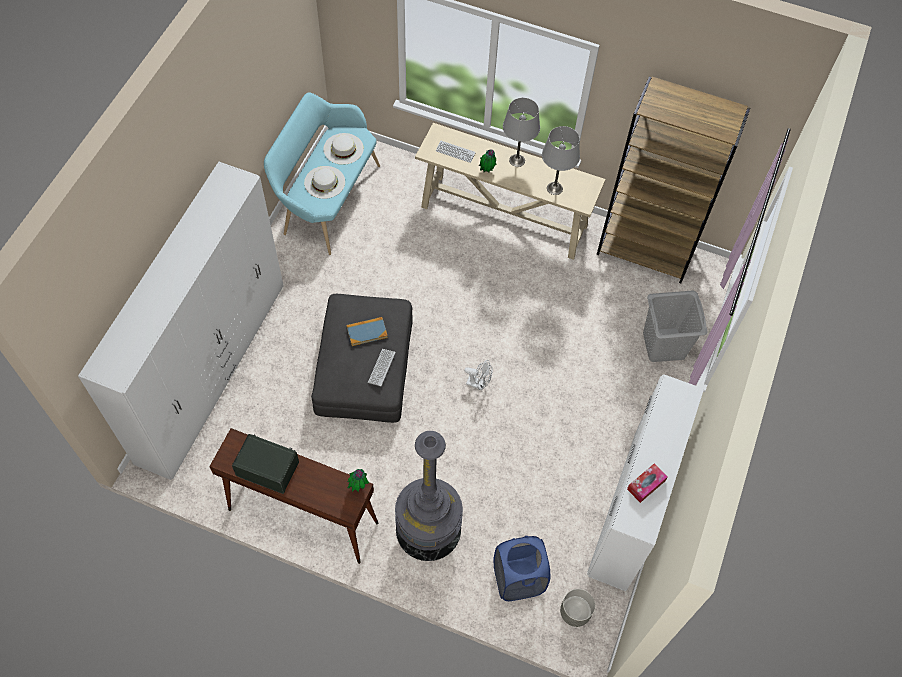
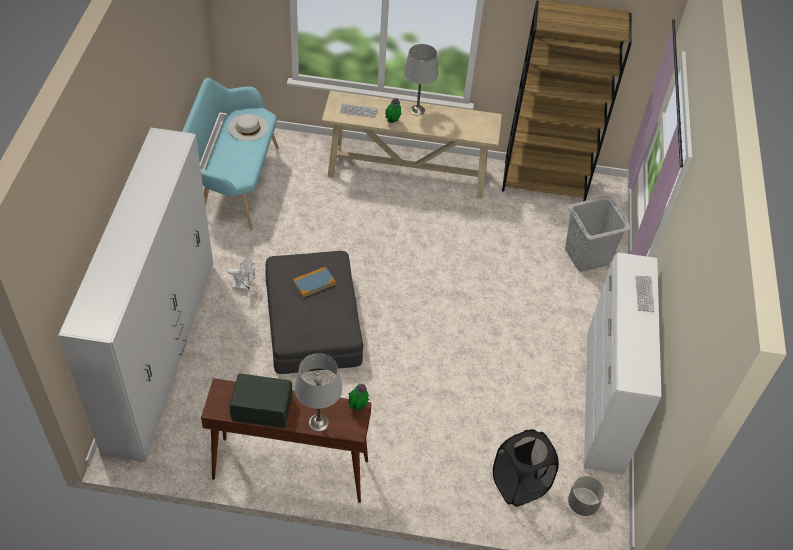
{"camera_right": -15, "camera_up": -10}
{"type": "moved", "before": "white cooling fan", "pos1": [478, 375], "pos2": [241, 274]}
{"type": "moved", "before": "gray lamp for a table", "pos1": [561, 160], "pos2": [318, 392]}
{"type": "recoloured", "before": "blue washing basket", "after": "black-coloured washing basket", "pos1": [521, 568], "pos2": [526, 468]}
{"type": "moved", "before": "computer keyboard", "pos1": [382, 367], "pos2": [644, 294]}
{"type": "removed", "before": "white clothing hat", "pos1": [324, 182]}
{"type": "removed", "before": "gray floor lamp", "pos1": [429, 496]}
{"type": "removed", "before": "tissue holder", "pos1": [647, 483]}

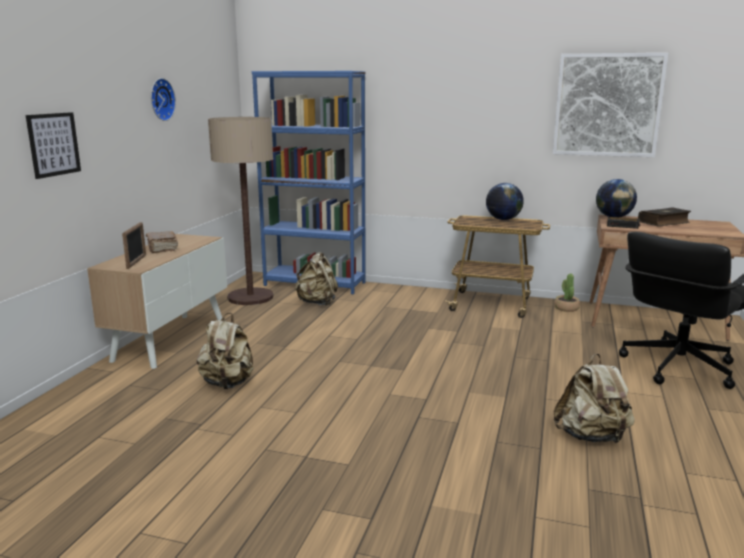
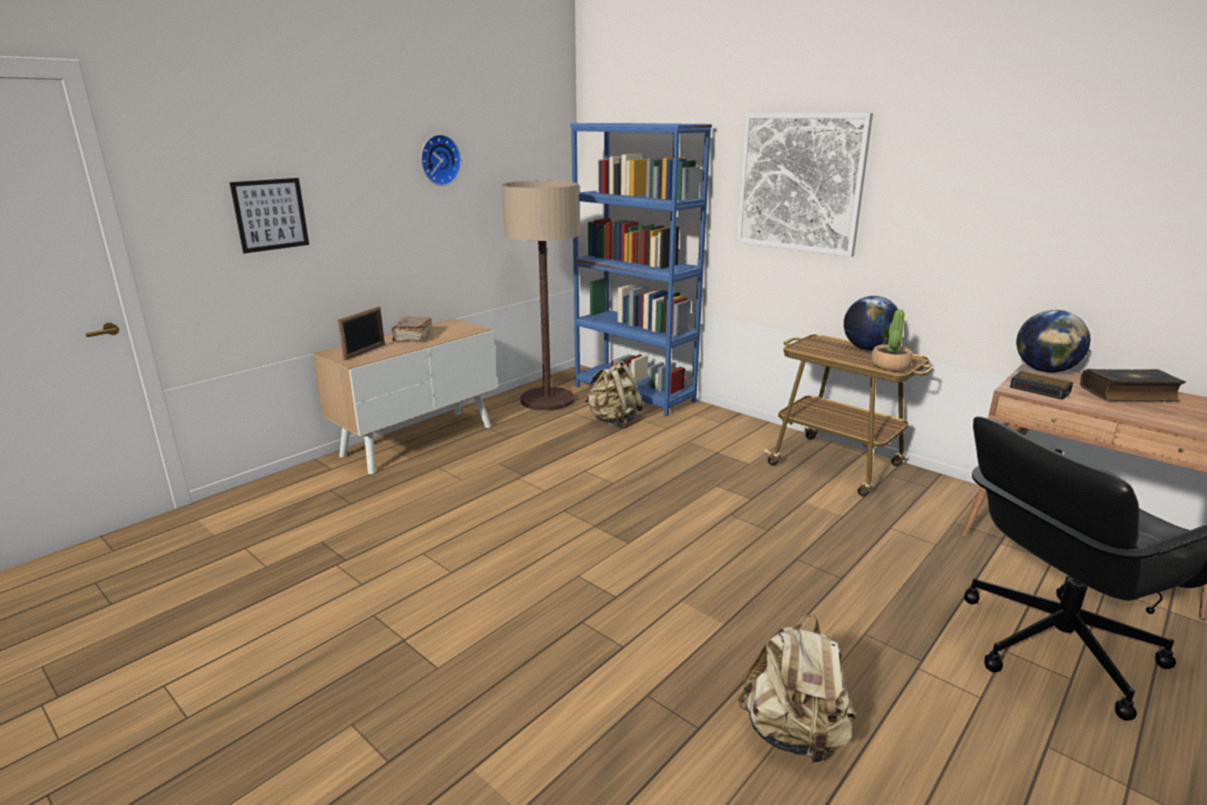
{"camera_right": 25, "camera_up": 5}
{"type": "moved", "before": "picture", "pos1": [610, 105], "pos2": [804, 185]}
{"type": "moved", "before": "houseplant", "pos1": [567, 292], "pos2": [891, 340]}
{"type": "removed", "before": "beige backpack", "pos1": [225, 351]}

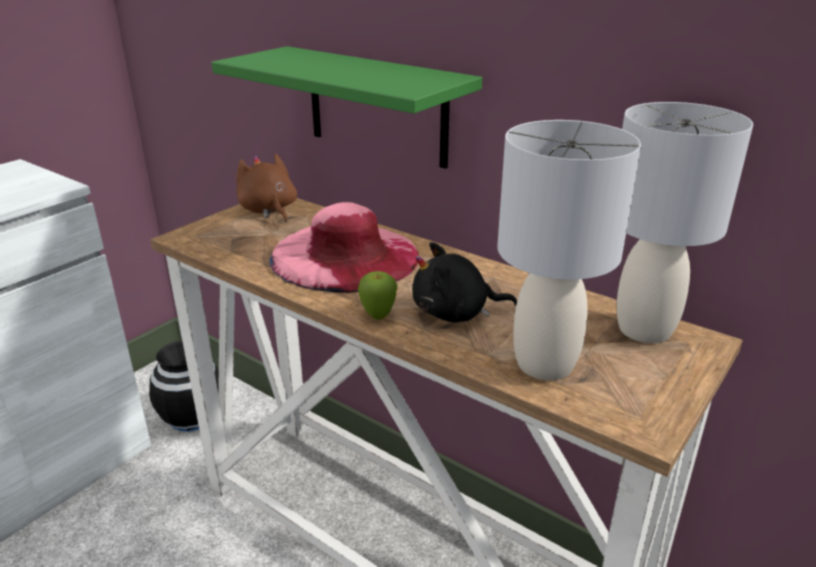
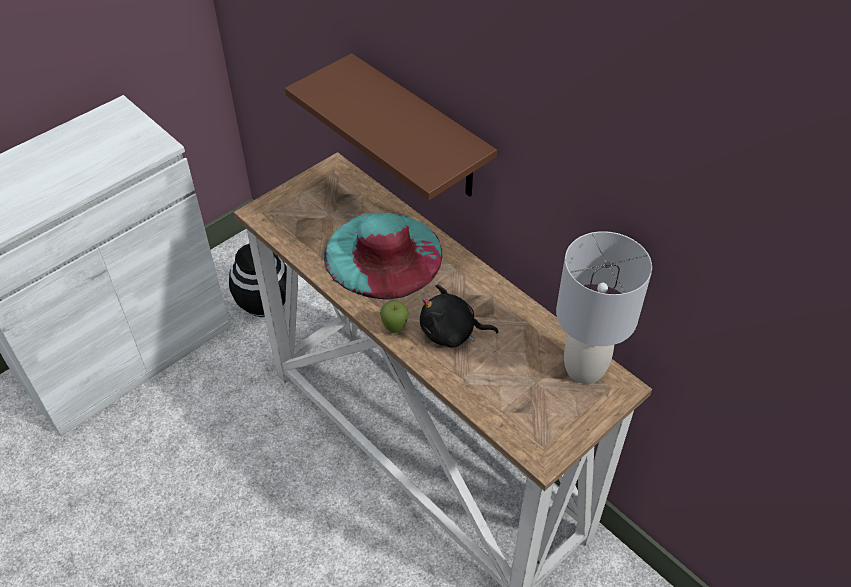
{"camera_right": 10, "camera_up": 20}
{"type": "recoloured", "before": "greenish shelf", "after": "brownish shelf", "pos1": [347, 107], "pos2": [391, 126]}
{"type": "recoloured", "before": "pink clothing hat", "after": "turquoise-coloured clothing hat", "pos1": [344, 247], "pos2": [383, 256]}
{"type": "removed", "before": "brownish plush toy", "pos1": [266, 188]}
{"type": "removed", "before": "gray lamp for a table", "pos1": [569, 250]}

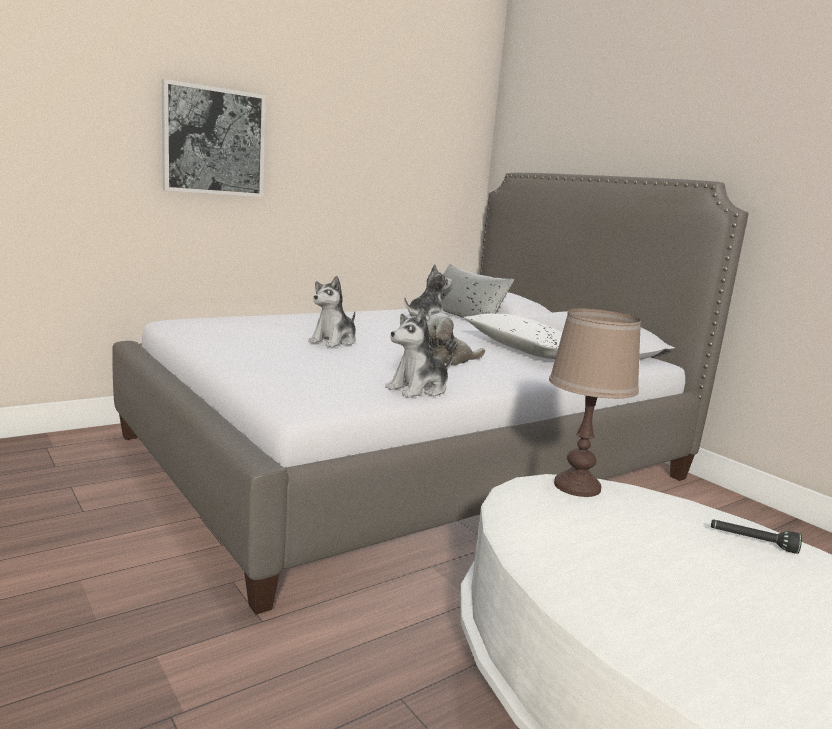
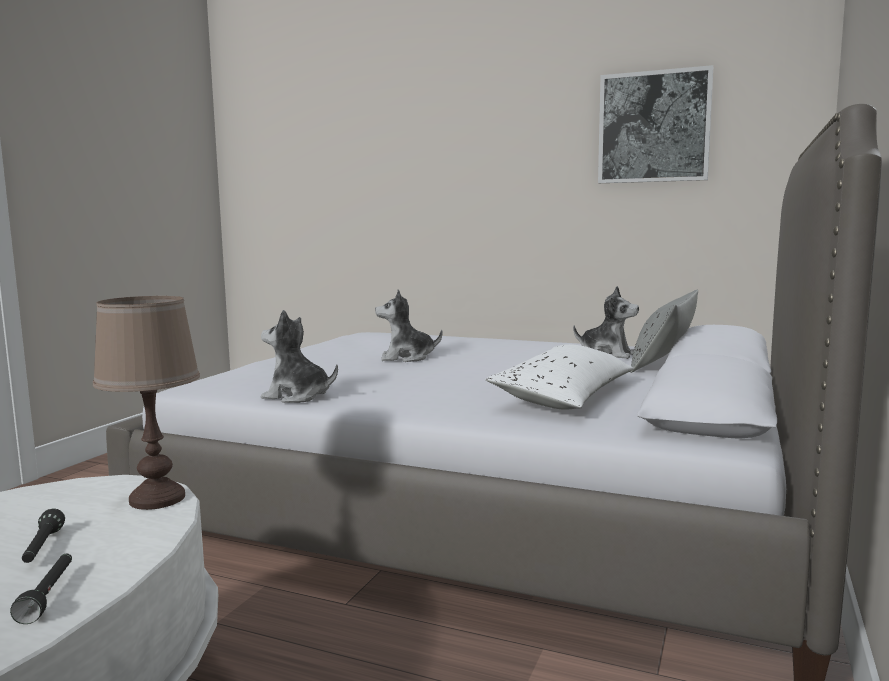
{"camera_right": 60, "camera_up": -5}
{"type": "added", "after": "black-coloured hand torch", "pos2": [43, 536]}
{"type": "moved", "before": "picture", "pos1": [214, 138], "pos2": [655, 124]}
{"type": "removed", "before": "plush toy", "pos1": [456, 339]}

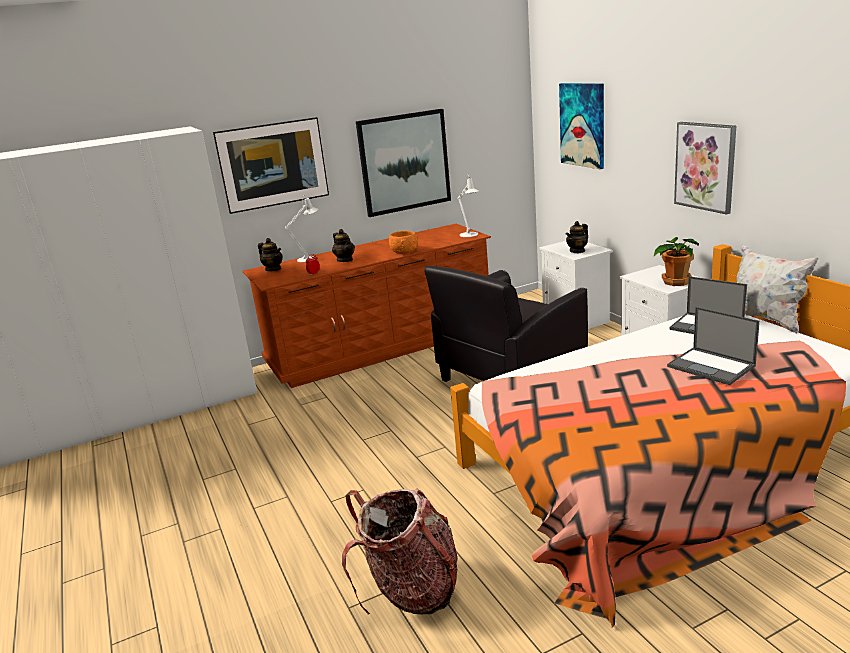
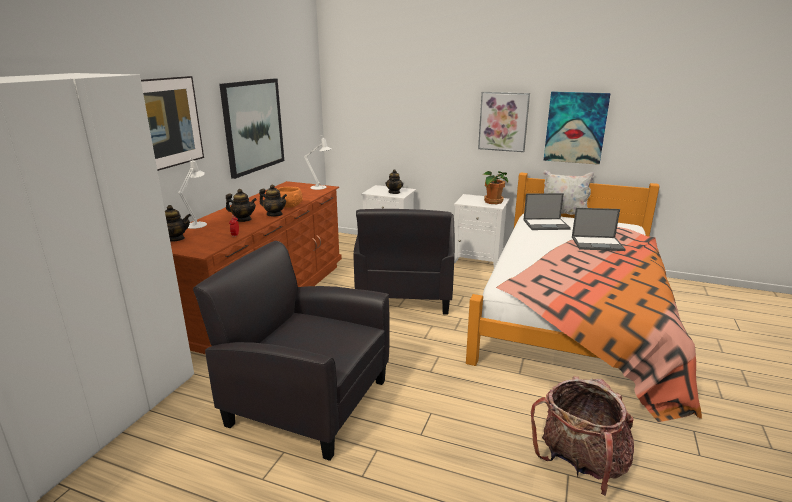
{"camera_right": -45, "camera_up": 0}
{"type": "added", "after": "black-coloured lounge chair", "pos2": [291, 351]}
{"type": "added", "after": "teapot", "pos2": [273, 200]}
{"type": "moved", "before": "picture", "pos1": [581, 126], "pos2": [577, 128]}

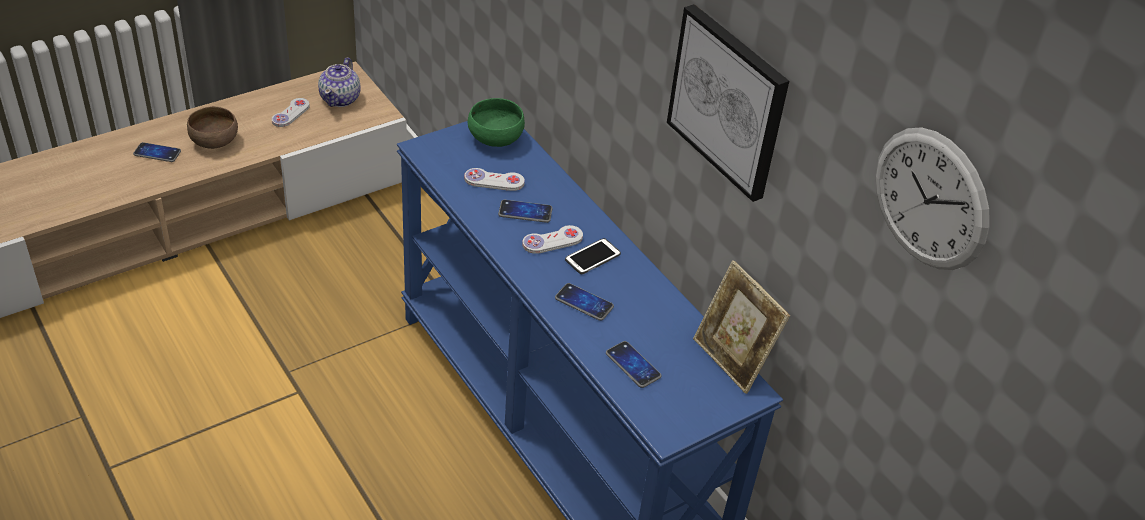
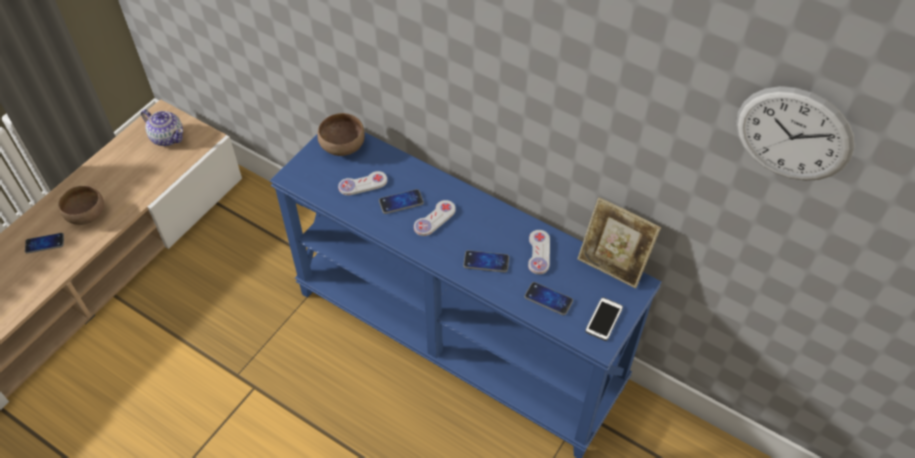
{"camera_right": -20, "camera_up": 10}
{"type": "turned", "before": "teapot", "pos1": [339, 82], "pos2": [162, 127], "turn": -45}
{"type": "recoloured", "before": "greenish serving bowl", "after": "brownish serving bowl", "pos1": [496, 122], "pos2": [341, 134]}
{"type": "moved", "before": "white gamepad", "pos1": [291, 112], "pos2": [539, 252]}
{"type": "moved", "before": "telephone", "pos1": [593, 256], "pos2": [604, 319]}
{"type": "removed", "before": "picture", "pos1": [728, 103]}

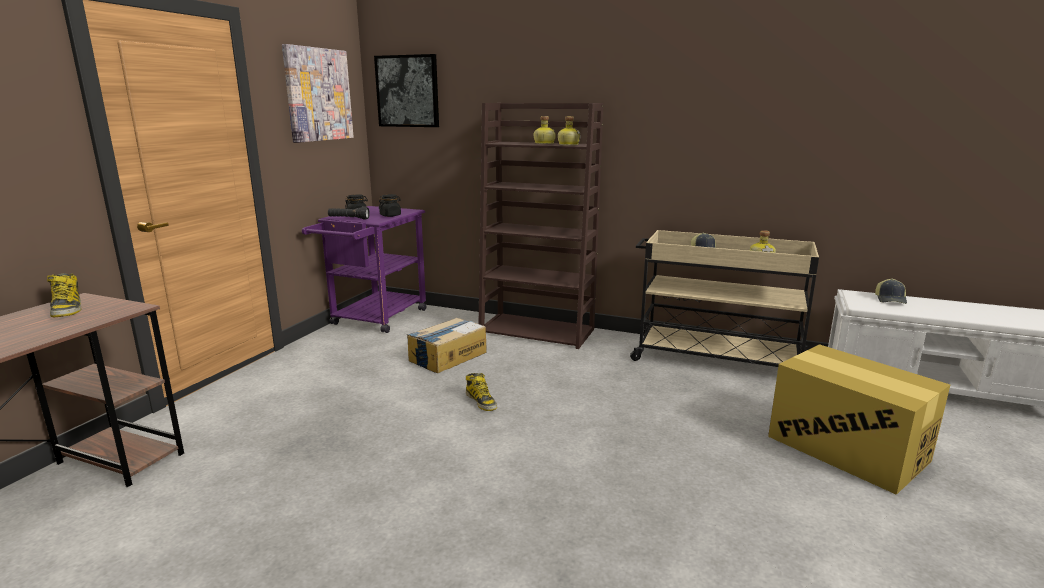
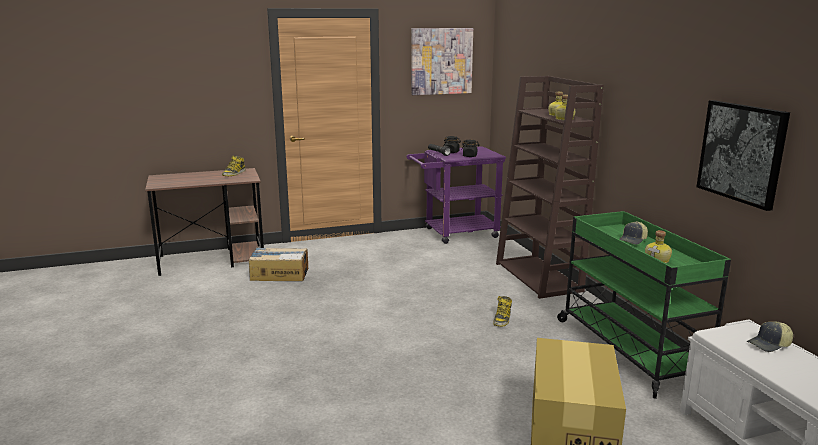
{"camera_right": 50, "camera_up": 0}
{"type": "moved", "before": "carton", "pos1": [446, 345], "pos2": [278, 264]}
{"type": "moved", "before": "high-top boot", "pos1": [481, 392], "pos2": [502, 311]}
{"type": "recoloured", "before": "beige cart", "after": "greenish cart", "pos1": [724, 298], "pos2": [644, 305]}
{"type": "moved", "before": "picture", "pos1": [406, 90], "pos2": [743, 155]}

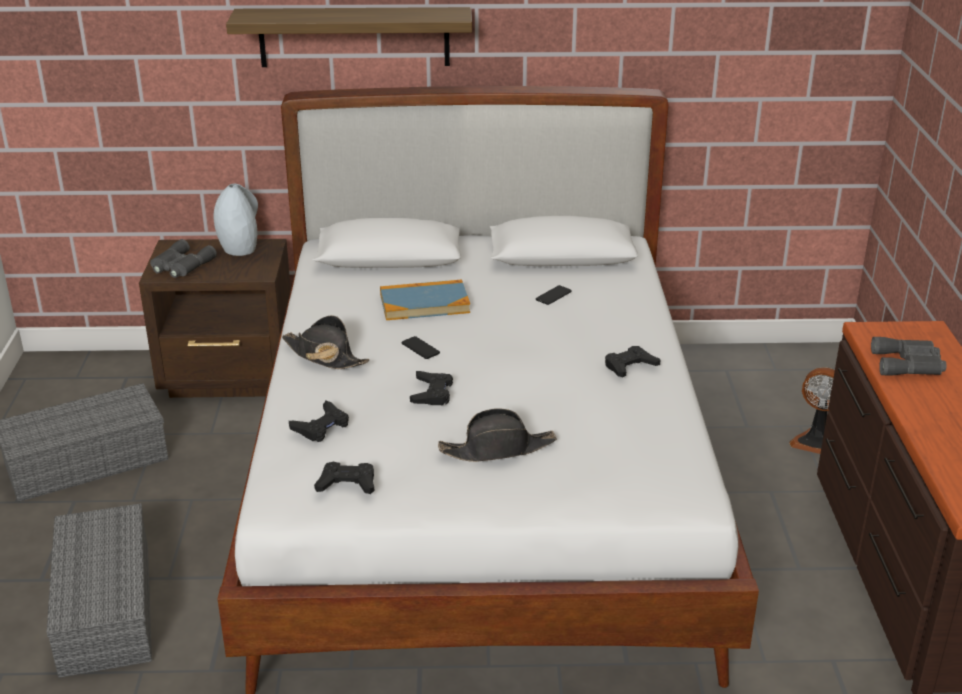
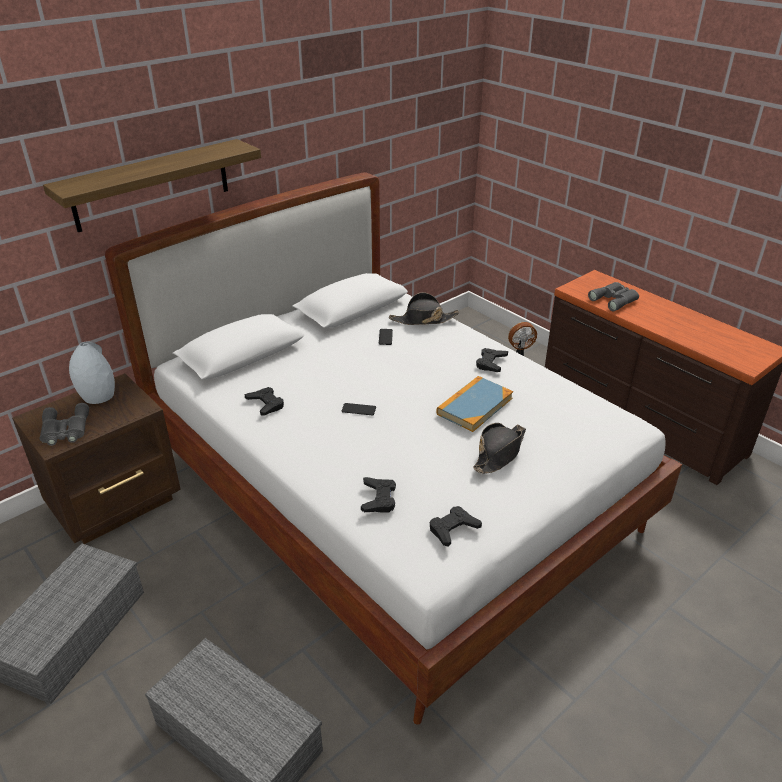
{"camera_right": -40, "camera_up": 5}
{"type": "moved", "before": "black-coloured gamepad", "pos1": [431, 388], "pos2": [264, 401]}
{"type": "moved", "before": "black-coloured clothing hat", "pos1": [325, 342], "pos2": [424, 308]}
{"type": "moved", "before": "book", "pos1": [425, 300], "pos2": [474, 404]}

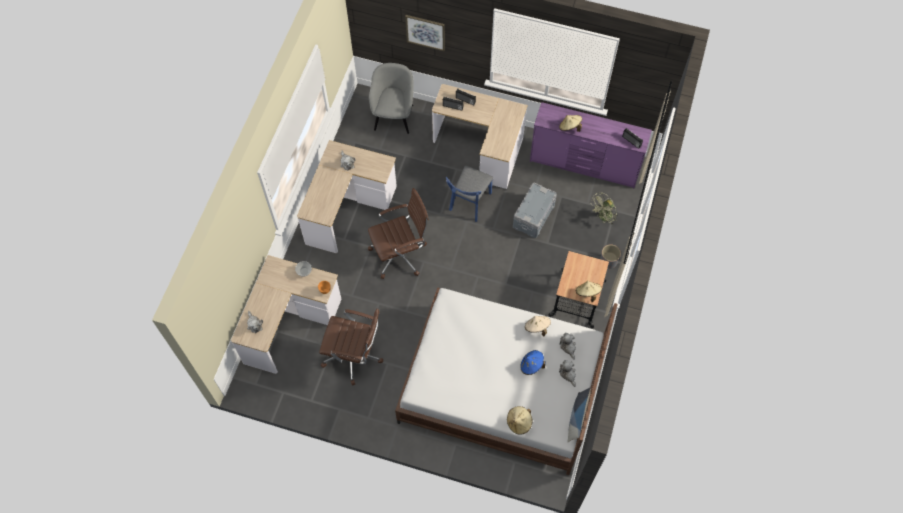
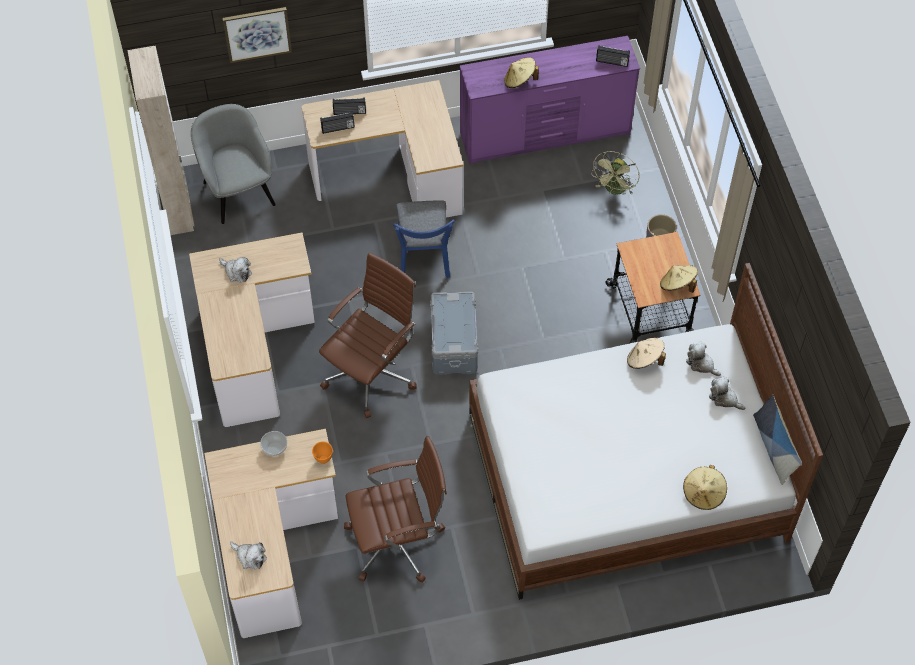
{"camera_right": -30, "camera_up": -5}
{"type": "added", "after": "beige wardrobe", "pos2": [161, 140]}
{"type": "moved", "before": "gray storage box", "pos1": [535, 210], "pos2": [454, 333]}
{"type": "removed", "before": "blue clothing hat", "pos1": [533, 362]}

